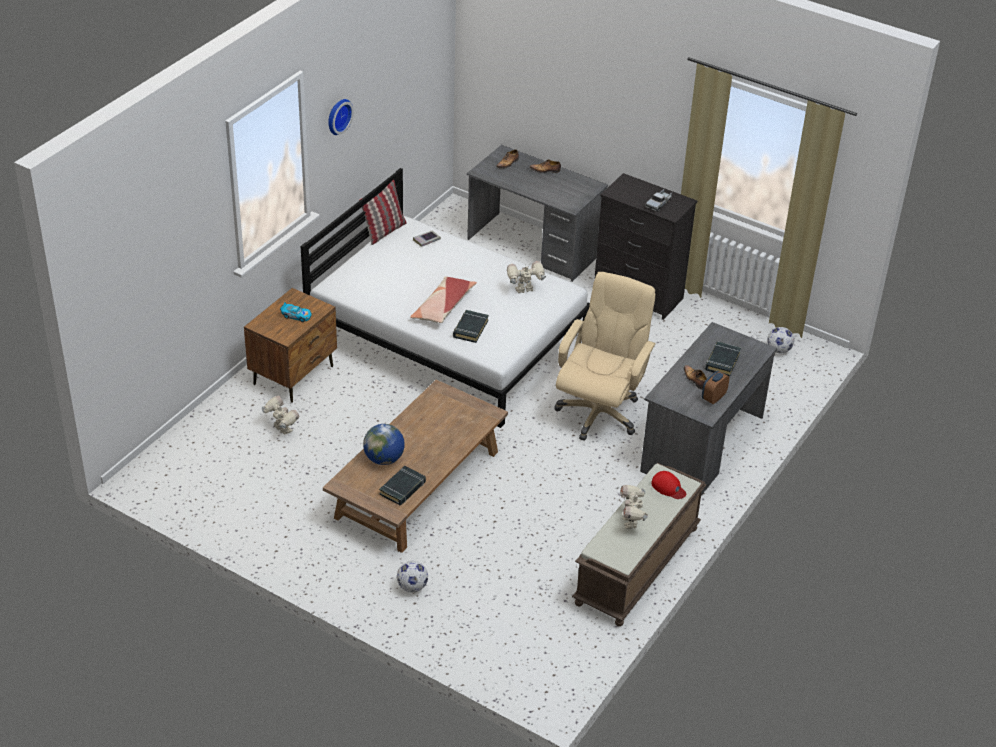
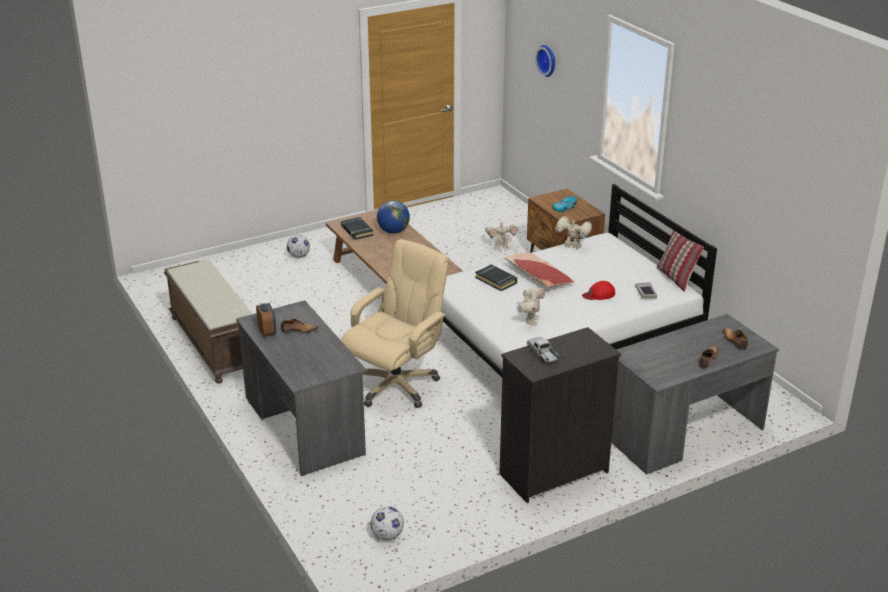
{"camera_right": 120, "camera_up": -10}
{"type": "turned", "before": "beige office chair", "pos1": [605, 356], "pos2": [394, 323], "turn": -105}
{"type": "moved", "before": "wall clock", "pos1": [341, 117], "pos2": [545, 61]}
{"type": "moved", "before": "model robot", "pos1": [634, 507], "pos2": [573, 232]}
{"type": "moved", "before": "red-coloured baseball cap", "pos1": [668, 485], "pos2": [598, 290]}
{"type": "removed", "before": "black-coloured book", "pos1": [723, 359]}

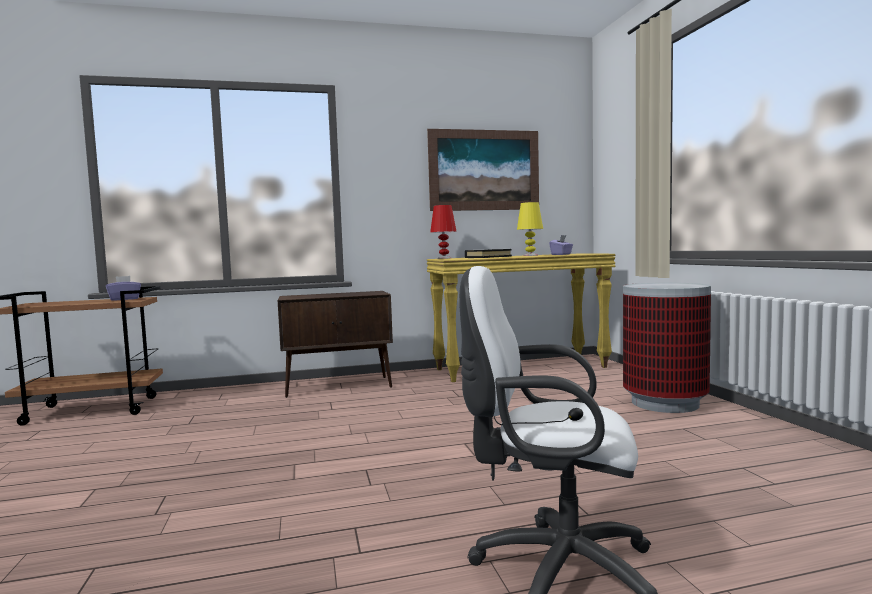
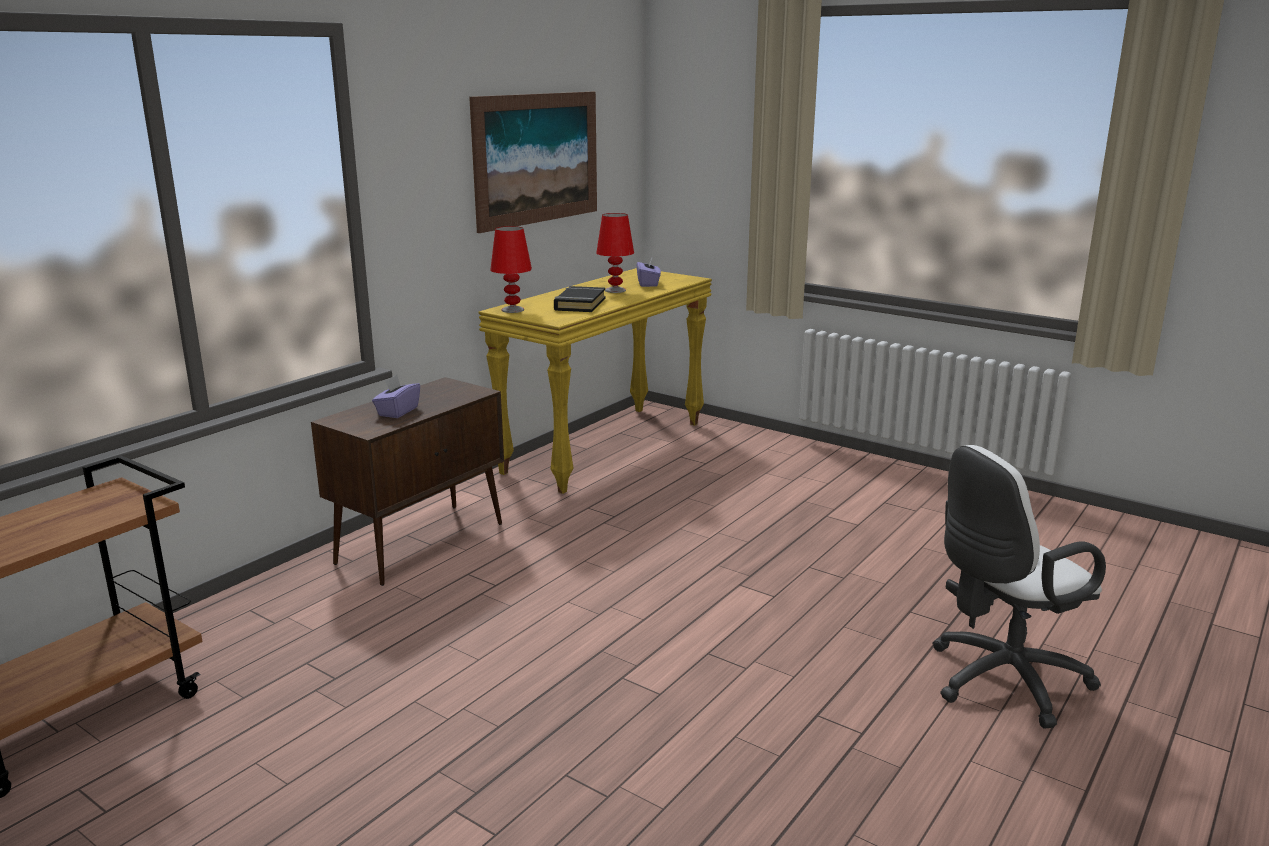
{"camera_right": -40, "camera_up": 15}
{"type": "moved", "before": "purple tissue holder", "pos1": [123, 288], "pos2": [396, 396]}
{"type": "recoloured", "before": "yellowish lamp for a table", "after": "red-coloured lamp for a table", "pos1": [530, 229], "pos2": [615, 253]}
{"type": "removed", "before": "trash can", "pos1": [667, 348]}

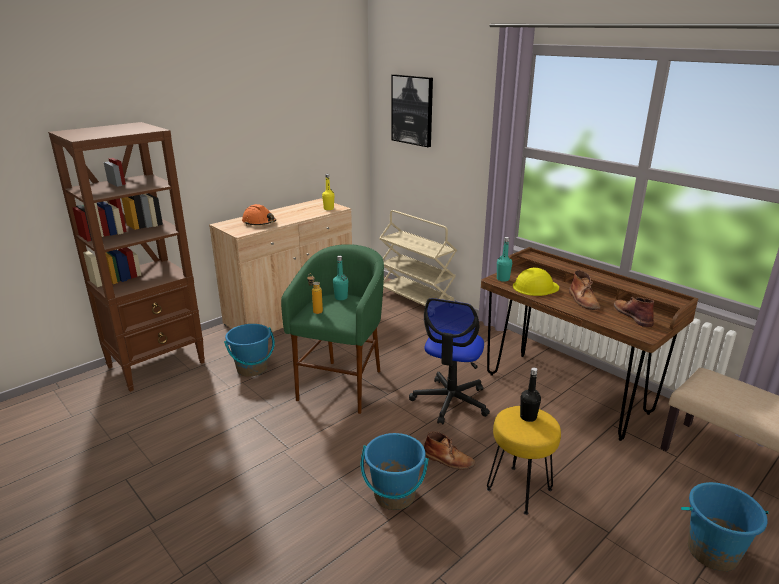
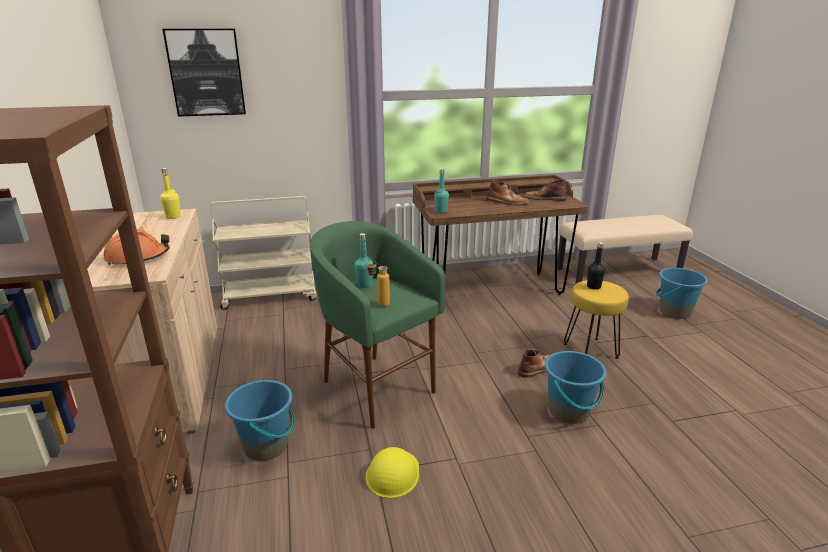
{"camera_right": -60, "camera_up": 0}
{"type": "moved", "before": "yellowish work helmet", "pos1": [536, 282], "pos2": [392, 473]}
{"type": "removed", "before": "office chair", "pos1": [449, 361]}

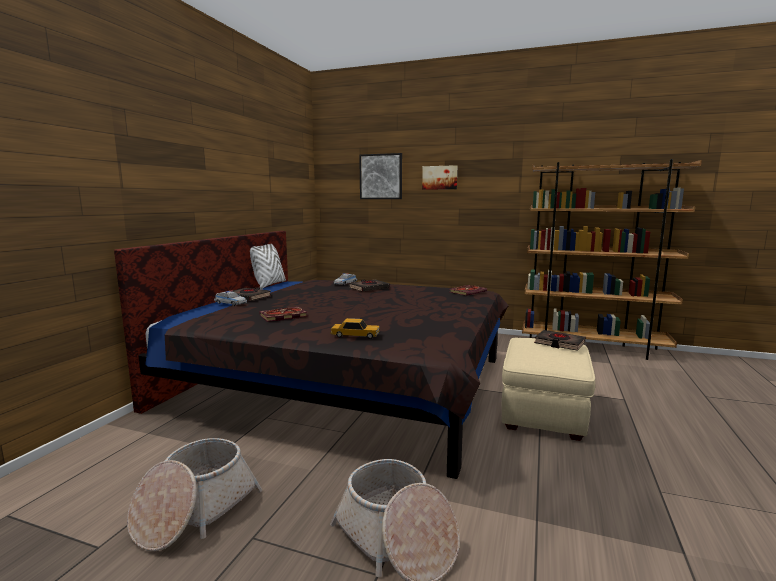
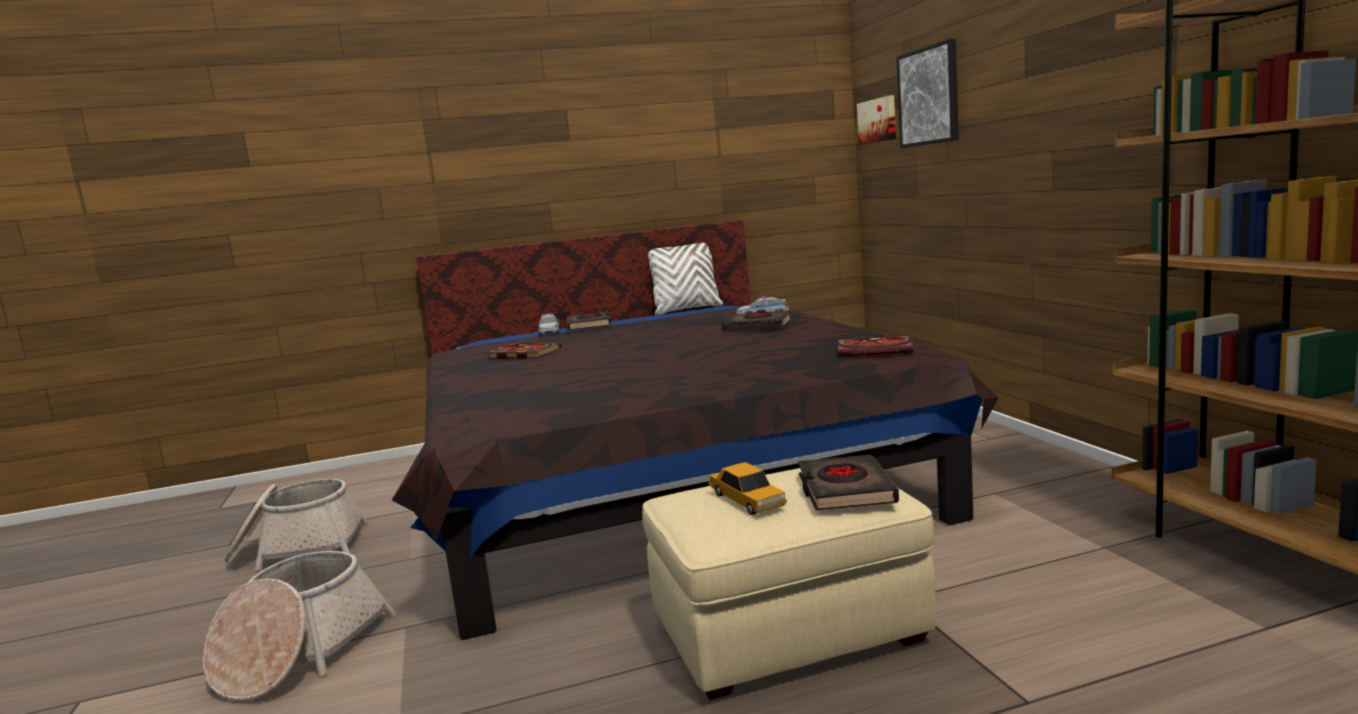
{"camera_right": 55, "camera_up": 0}
{"type": "moved", "before": "miniature car", "pos1": [355, 328], "pos2": [747, 488]}
{"type": "moved", "before": "picture", "pos1": [439, 177], "pos2": [876, 120]}

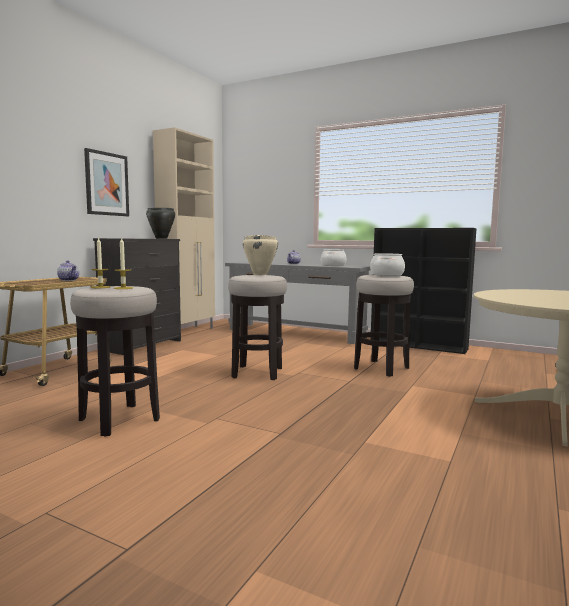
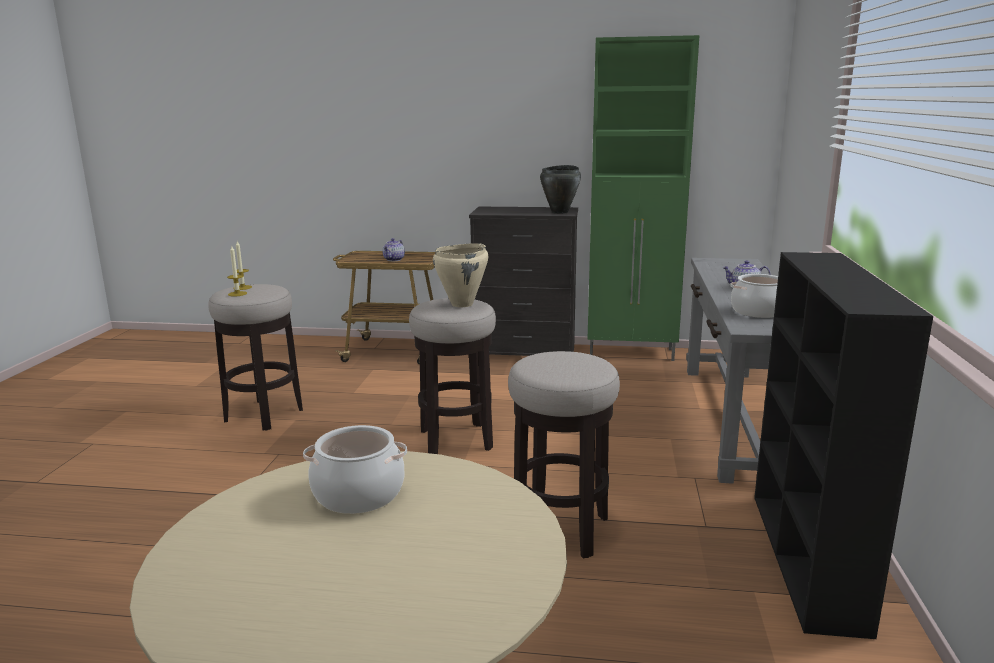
{"camera_right": 70, "camera_up": 10}
{"type": "moved", "before": "saucepot", "pos1": [387, 264], "pos2": [355, 469]}
{"type": "recoloured", "before": "beige cabinet", "after": "greenish cabinet", "pos1": [184, 228], "pos2": [643, 198]}
{"type": "removed", "before": "picture", "pos1": [106, 182]}

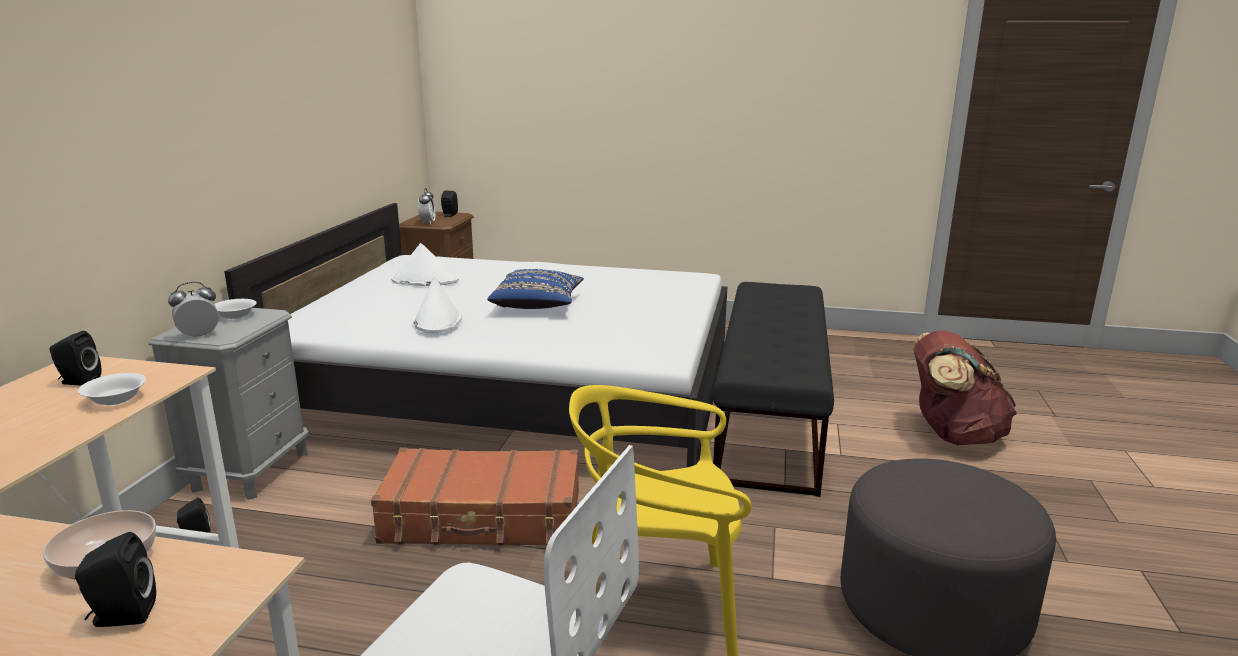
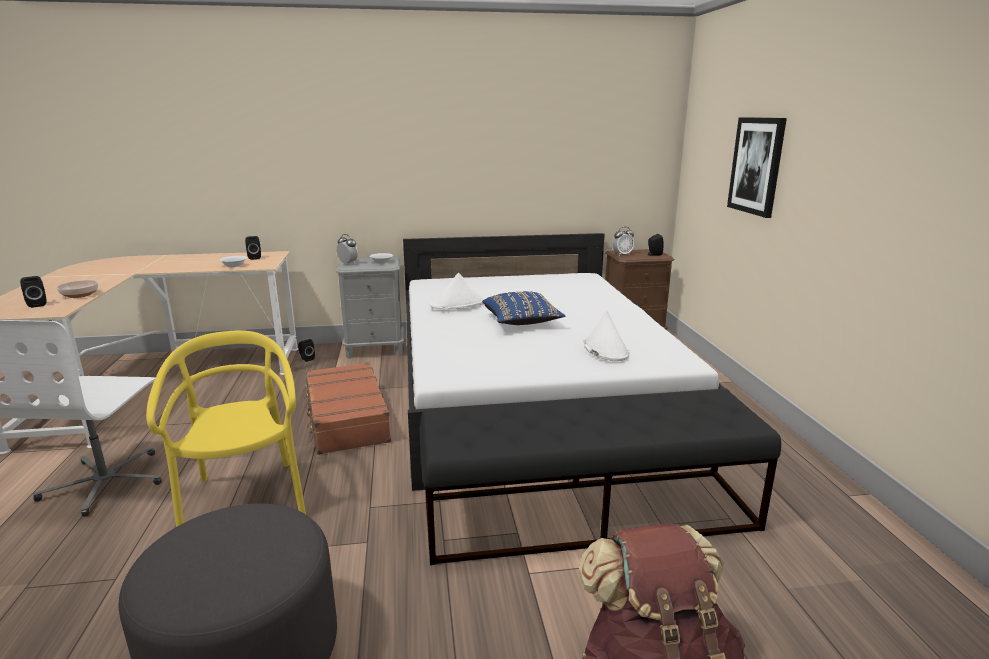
{"camera_right": 70, "camera_up": 0}
{"type": "moved", "before": "white clothing hat", "pos1": [425, 264], "pos2": [606, 336]}
{"type": "added", "after": "picture", "pos2": [757, 167]}

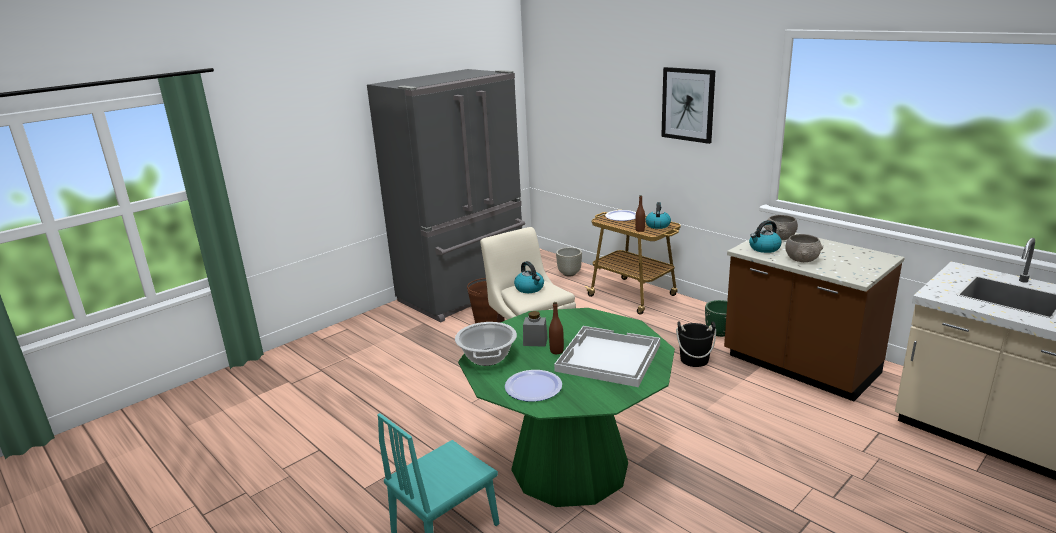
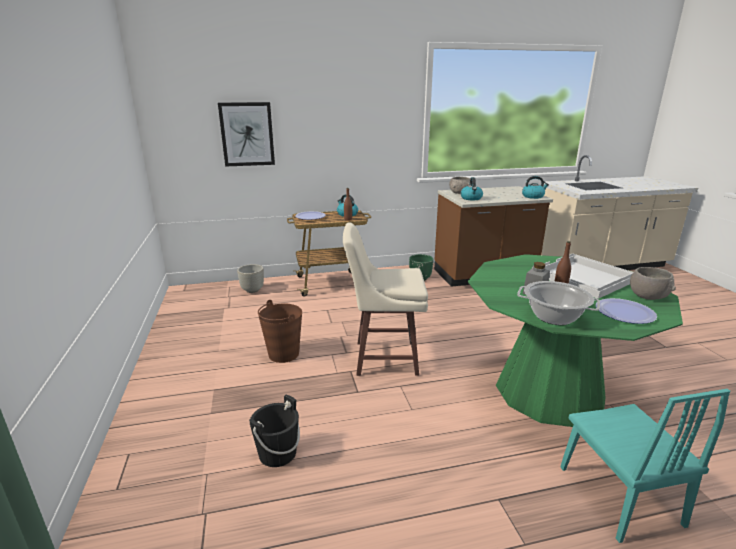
{"camera_right": -60, "camera_up": 0}
{"type": "moved", "before": "picture", "pos1": [688, 105], "pos2": [246, 134]}
{"type": "moved", "before": "black-coloured bucket", "pos1": [696, 344], "pos2": [274, 431]}
{"type": "moved", "before": "water kettle", "pos1": [529, 277], "pos2": [535, 187]}
{"type": "moved", "before": "gray serving bowl", "pos1": [804, 248], "pos2": [653, 283]}
{"type": "removed", "before": "gray kitchen fridge", "pos1": [446, 195]}

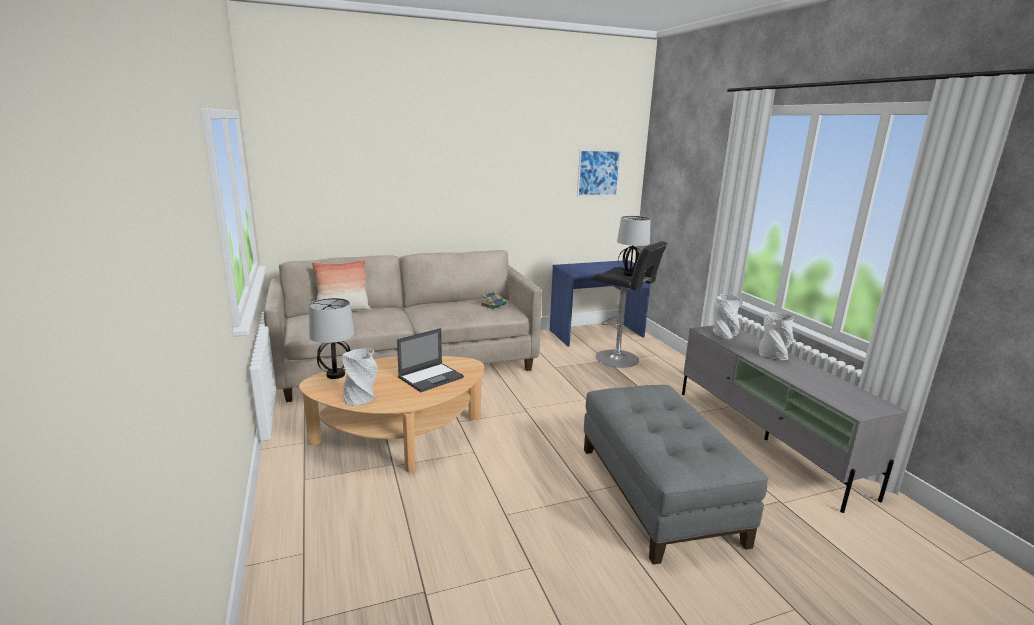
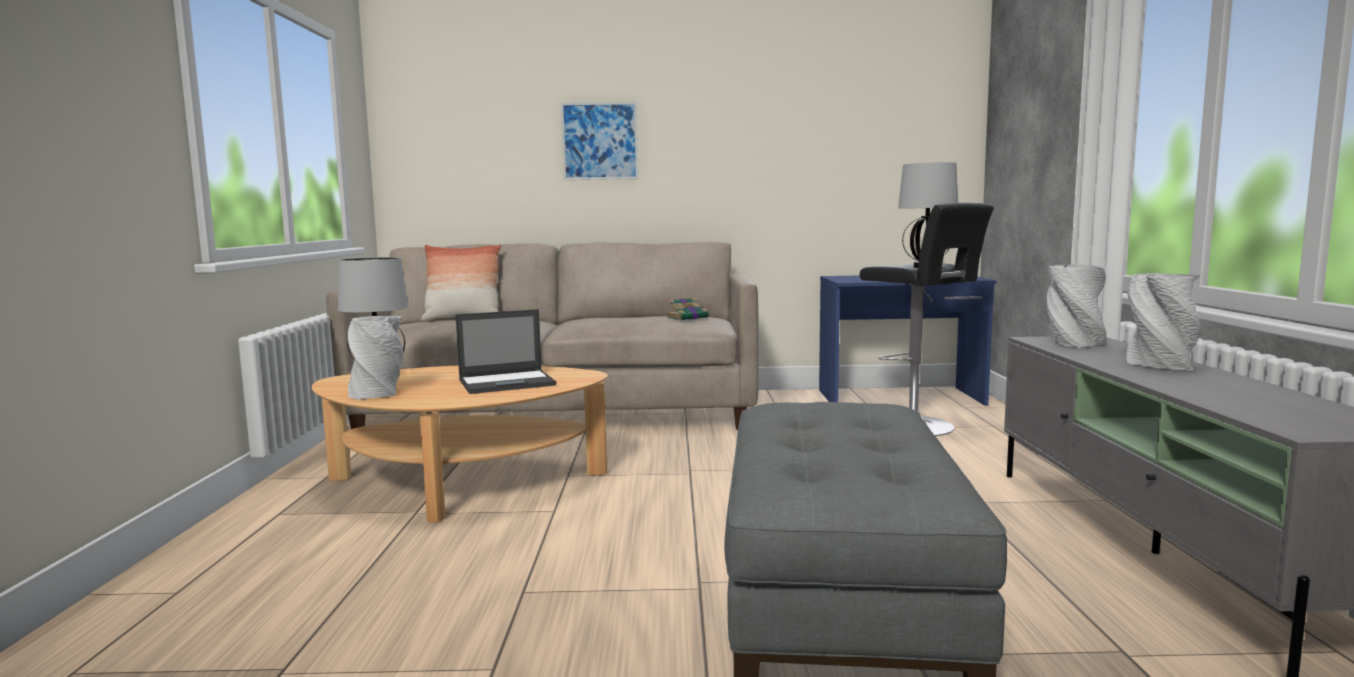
{"camera_right": 20, "camera_up": -10}
{"type": "moved", "before": "picture", "pos1": [599, 173], "pos2": [600, 140]}

